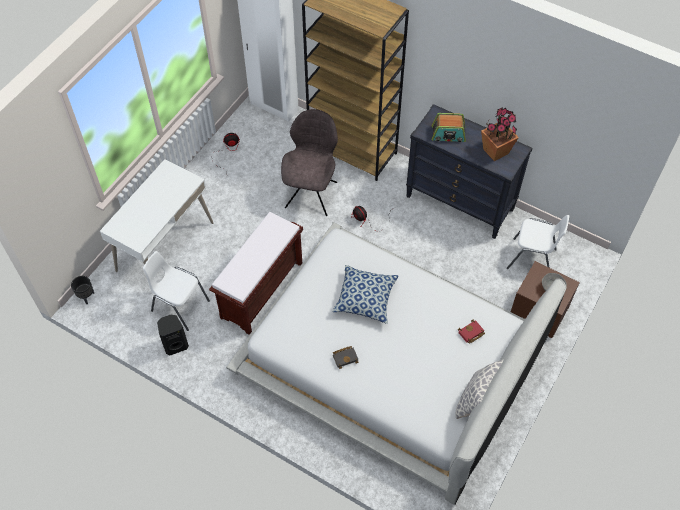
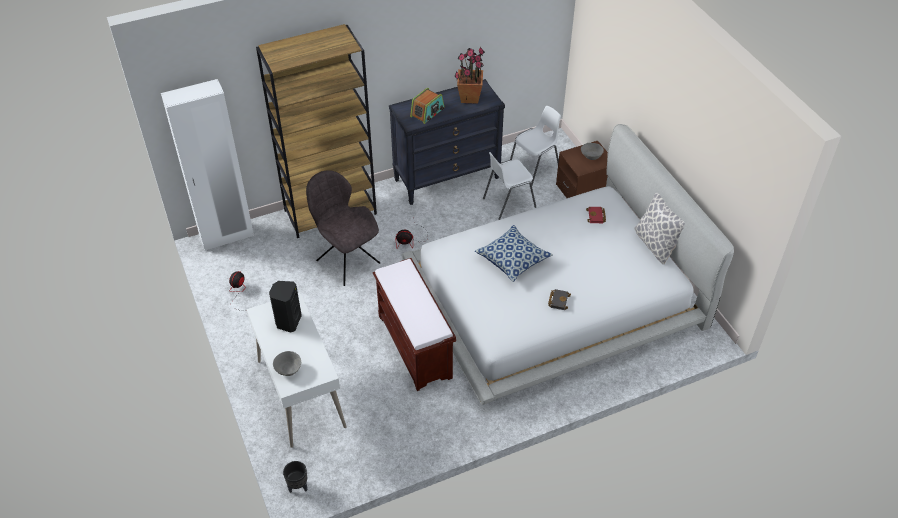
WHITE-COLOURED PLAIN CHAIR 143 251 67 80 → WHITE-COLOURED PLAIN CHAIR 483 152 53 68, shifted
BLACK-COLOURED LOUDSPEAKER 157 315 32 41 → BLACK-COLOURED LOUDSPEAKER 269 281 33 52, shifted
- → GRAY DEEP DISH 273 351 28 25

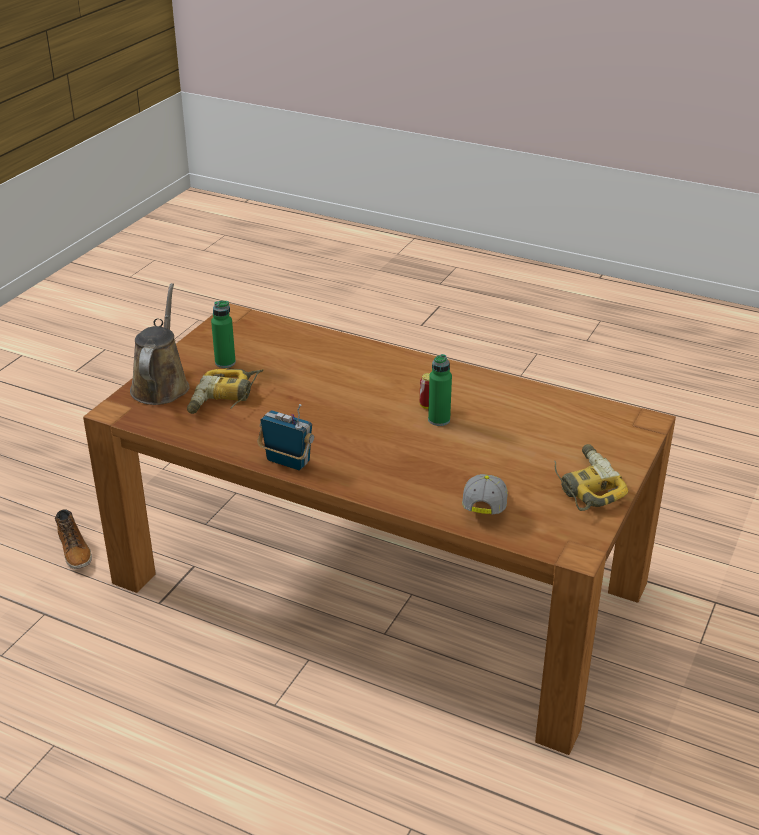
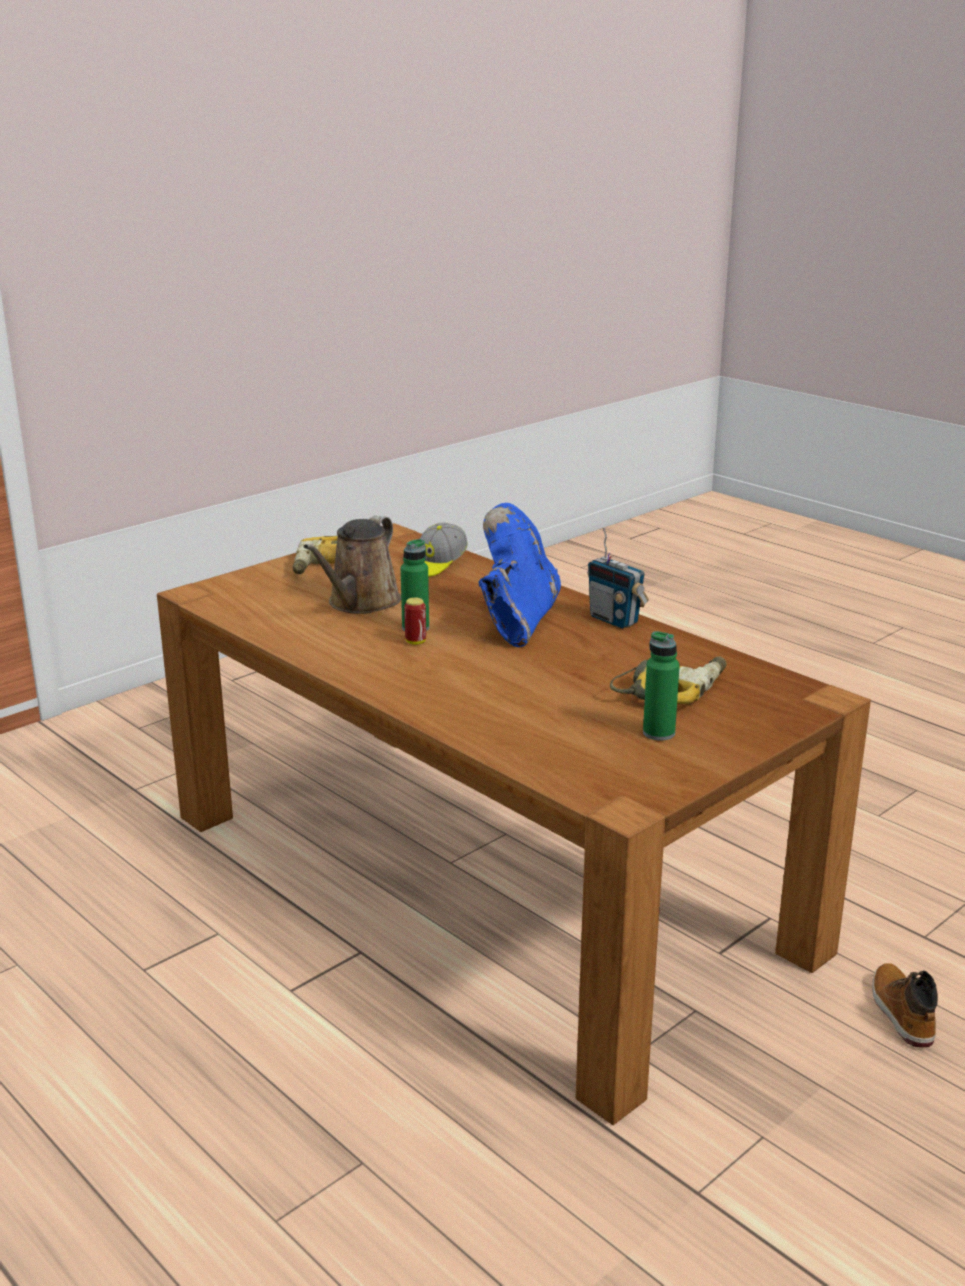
BROWN-COLOURED WATERING POT 130 283 60 122 → BROWN-COLOURED WATERING POT 303 516 98 98, shifted
- → BLUE-COLOURED BOOT 479 503 82 144

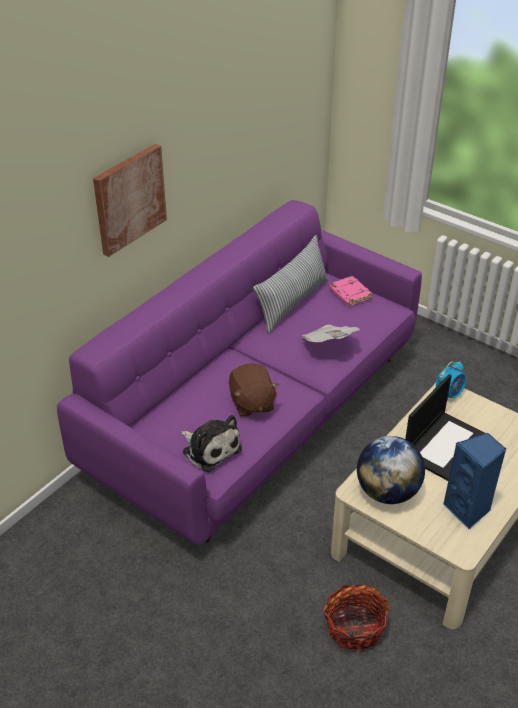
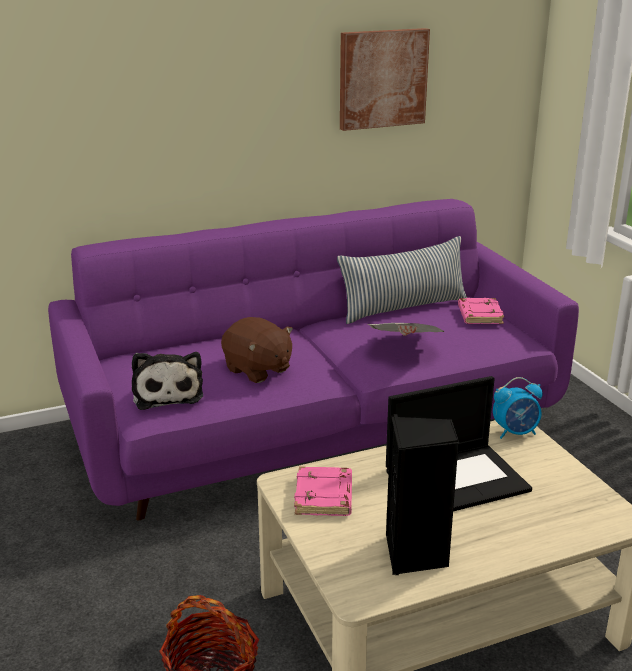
PICTURE 93 143 74 114 → PICTURE 340 28 90 103, shifted
BROWN-COLOURED SOFT TOY 229 363 50 54 → BROWN-COLOURED SOFT TOY 221 317 72 66, 60 degrees counterclockwise
WORLD GLOBE 357 436 68 68 → PINK-COLOURED VOLUME 294 466 58 50
BLUE-COLOURED LOUDSPEAKER 443 433 63 96 → BLACK-COLOURED LOUDSPEAKER 386 414 73 161

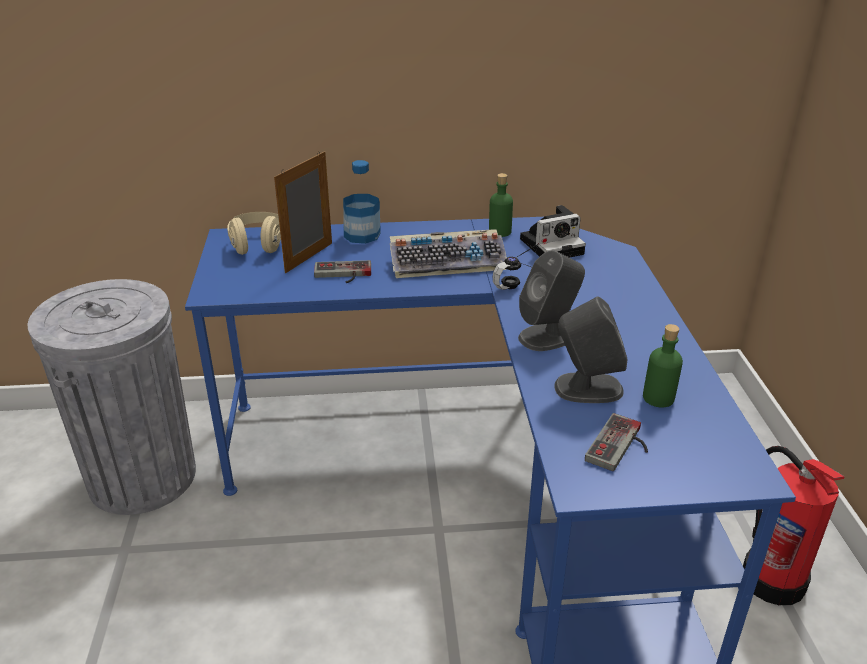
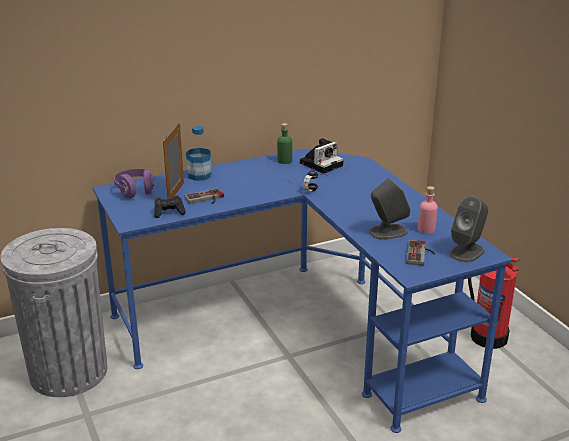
BEIGE HEADSET 227 212 54 43 → PURPLISH HEADSET 114 169 40 30
COMPUTER KEYBOARD 390 229 117 49 → -
GRAY LOUDSPEAKER 518 250 67 101 → GRAY LOUDSPEAKER 449 196 39 66, shifted
GREEN-COLOURED BOTTLE 643 324 40 83 → PINK-COLOURED BOTTLE 418 186 20 48
- → BLACK-COLOURED JOYPAD 154 196 32 22

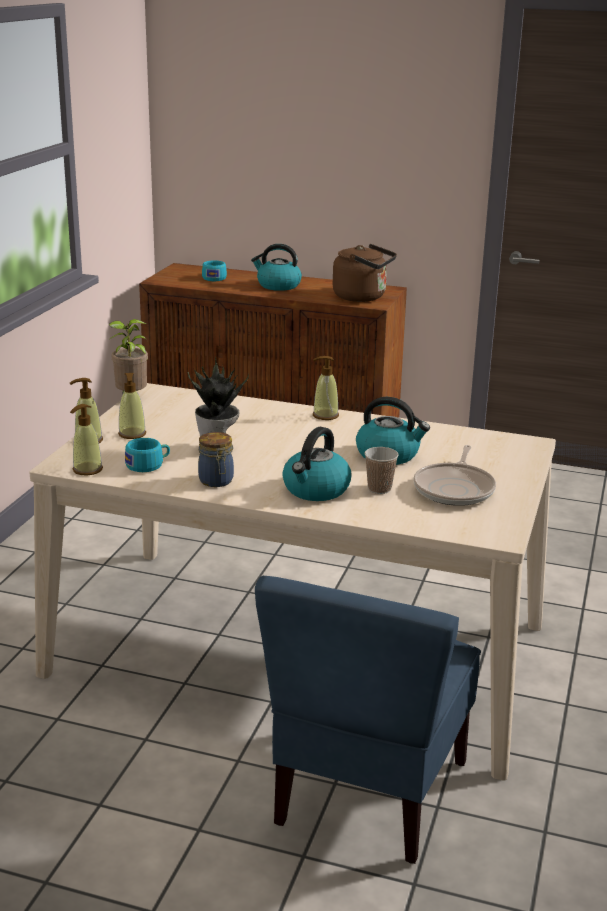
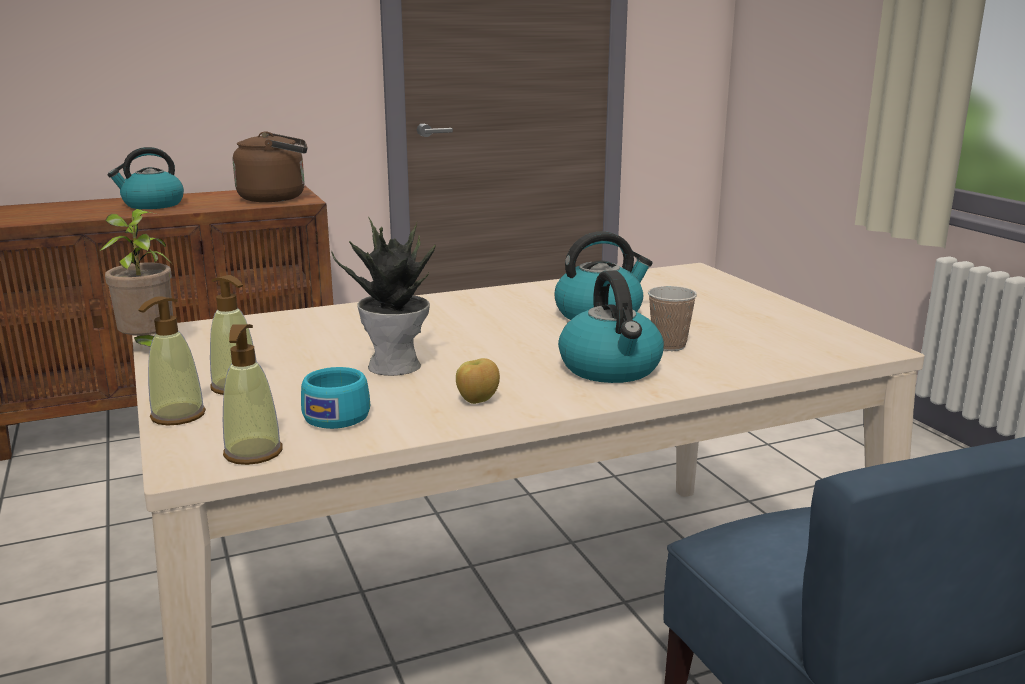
JAR 198 432 36 55 → APPLE 456 358 44 46
BLUE-GREEN CUP 202 260 25 21 → -
LIQUID SOAP BOTTLE 313 356 26 64 → -
PAN 413 445 83 61 → -

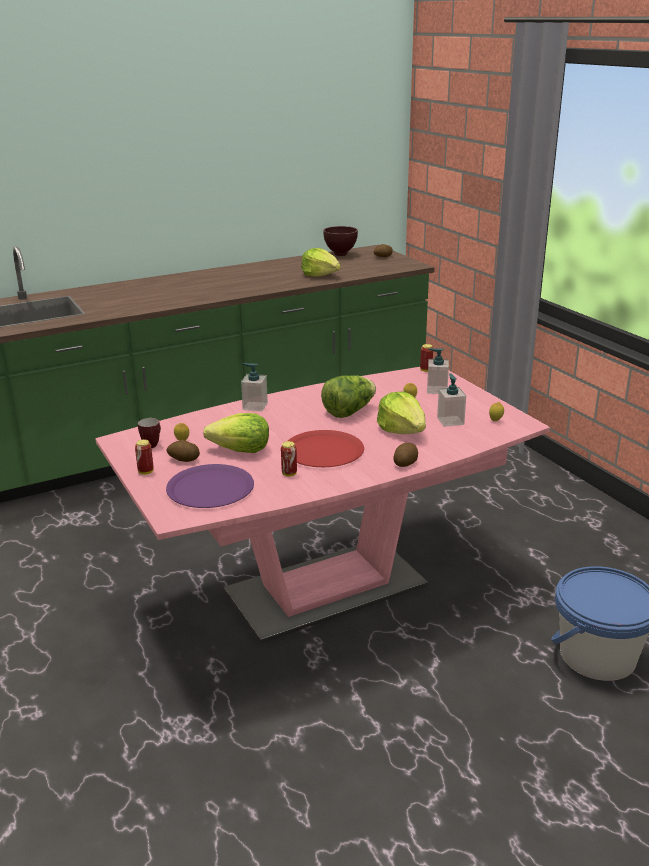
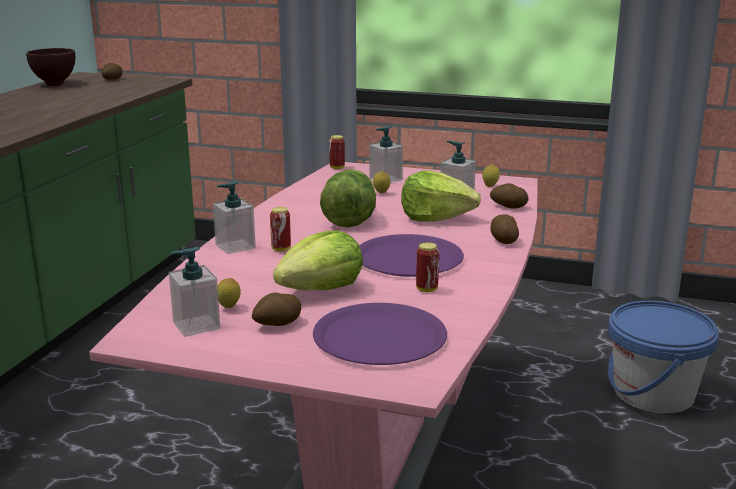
METAL CAN 135 440 19 34 → METAL CAN 270 207 21 45, shifted
MUG 138 418 23 30 → LIQUID SOAP BOTTLE 169 247 51 90
RED FLAT DISH 288 430 76 37 → PURPLISH FLAT DISH 359 234 105 43
LETTUCE 301 248 40 29 → -
- → WHOLE POTATO 490 183 39 25

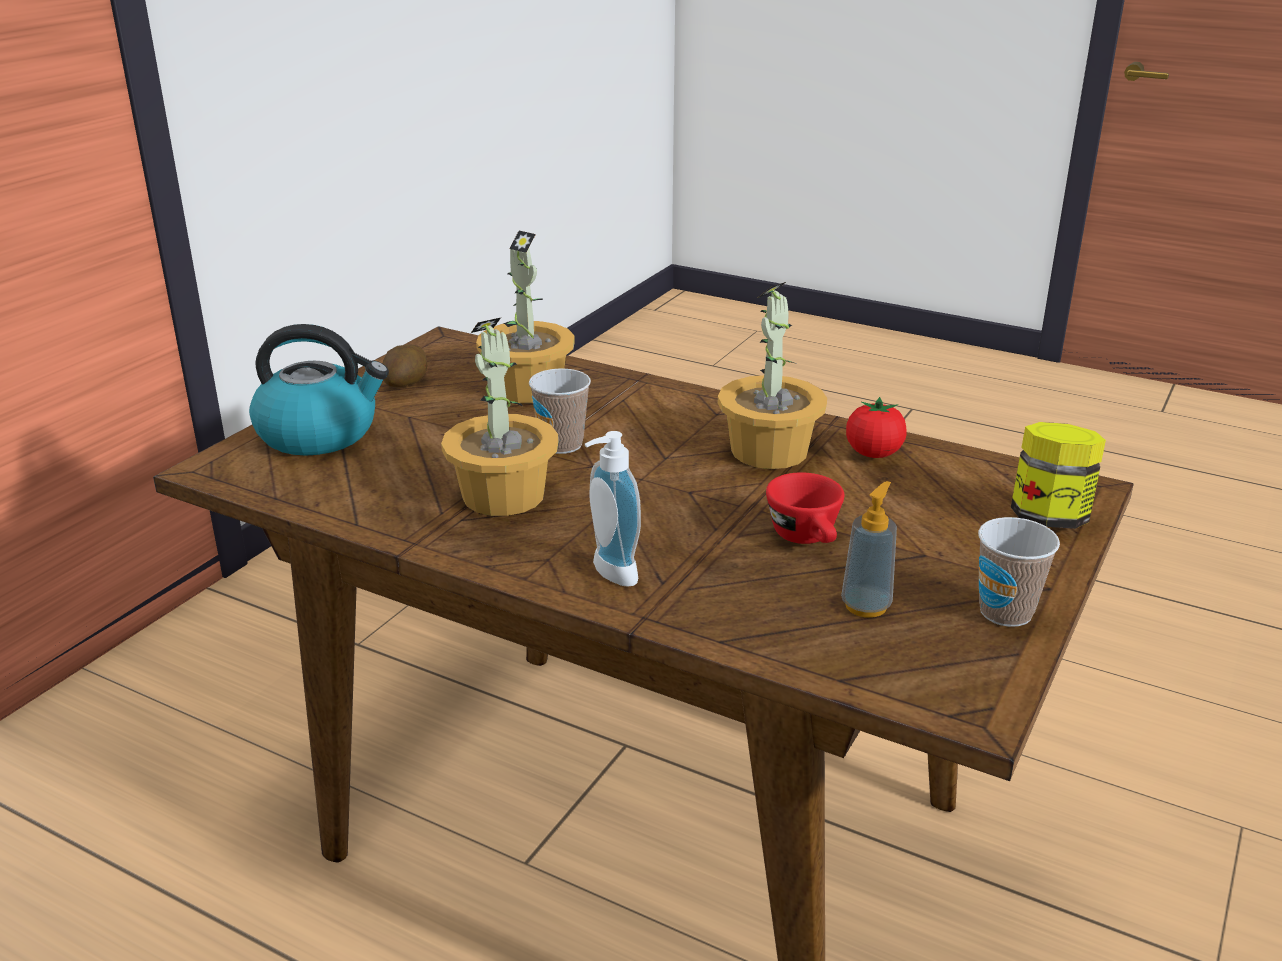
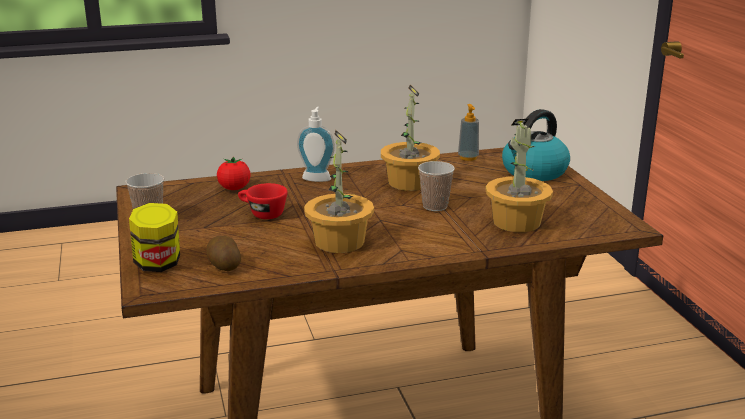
WHOLE POTATO 383 345 44 42 → WHOLE POTATO 207 236 34 35, shifted
LIQUID SOAP BOTTLE 841 481 56 137 → LIQUID SOAP BOTTLE 458 104 21 57, shifted
FRESH TOMATO 846 397 61 61 → FRESH TOMATO 217 156 34 34, shifted

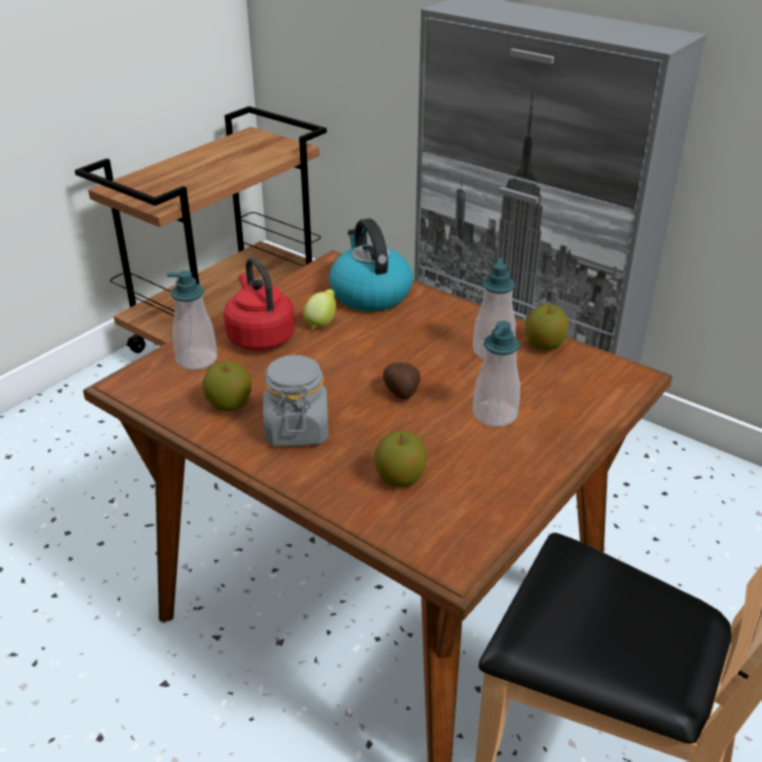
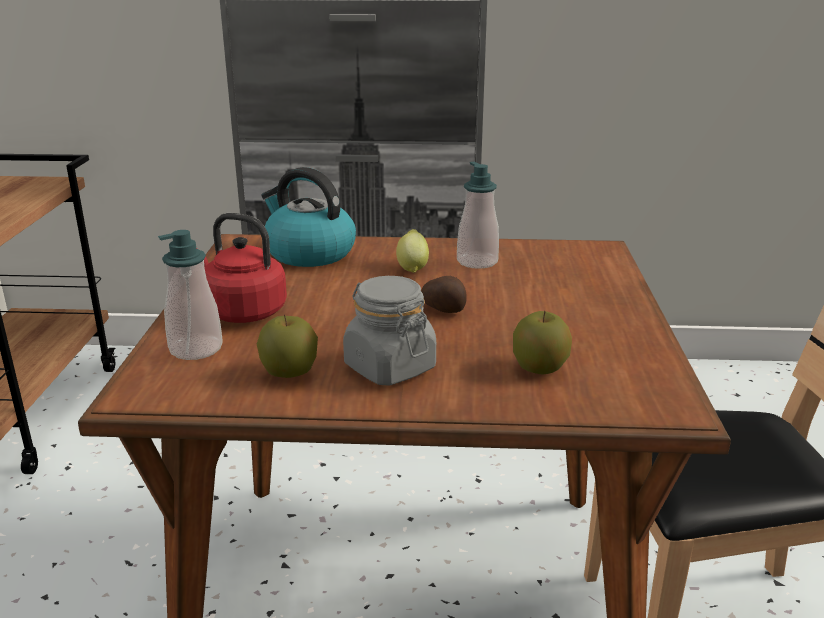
CITRUS FRUIT 304 289 32 40 → CITRUS FRUIT 396 229 33 44, shifted
LIQUID SOAP BOTTLE 473 321 47 106 → -
APPLE 525 304 44 46 → -

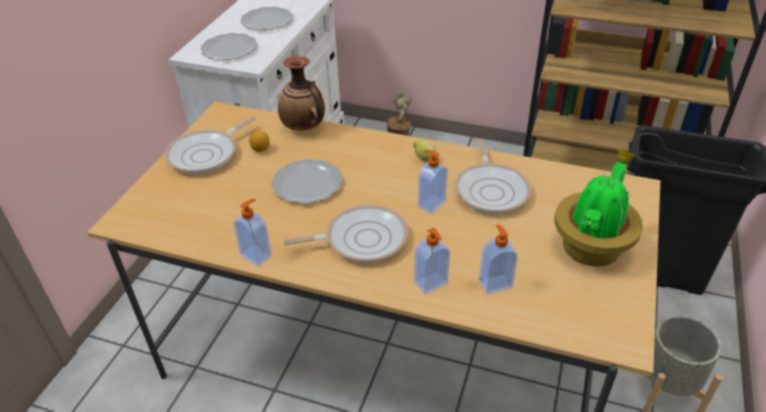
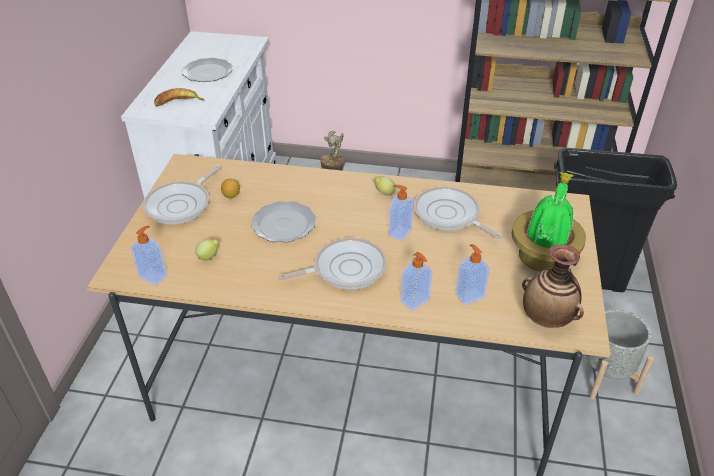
FLAT DISH 200 33 58 27 → BANANA FRUIT 154 88 50 19
LIQUID SOAP BOTTLE 233 199 39 68 → LIQUID SOAP BOTTLE 131 226 36 60, shifted
DECORATIVE VASE 278 56 47 74 → DECORATIVE VASE 522 244 62 84, shifted
PAN 455 139 76 75 → PAN 414 186 87 53, 150 degrees clockwise
- → CITRUS FRUIT 195 239 25 21

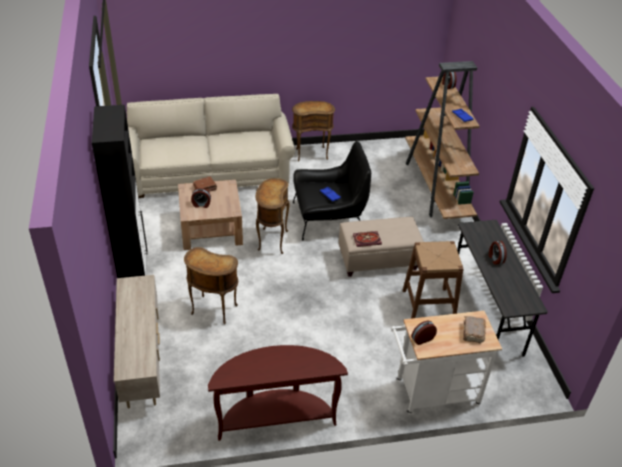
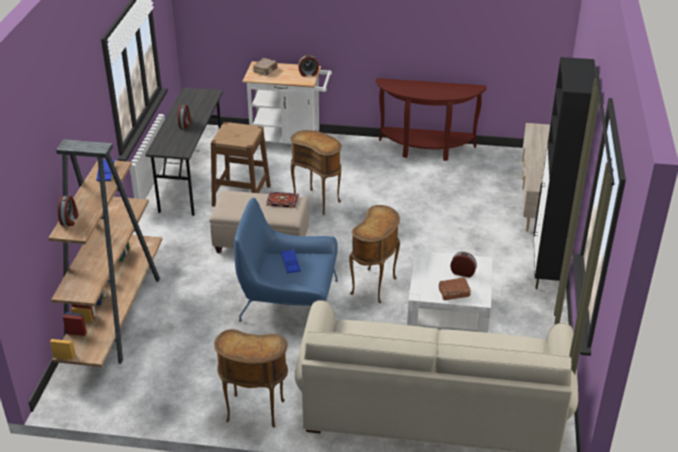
BROWN-COLOURED COFFEE TABLE 178 180 65 70 → WHITE-COLOURED COFFEE TABLE 407 251 85 82
BROWN-COLOURED END TABLE 184 247 54 77 → BROWN-COLOURED END TABLE 290 130 52 85, shifted
BLACK-COLOURED EASY CHAIR 293 141 78 99 → BLUE-COLOURED EASY CHAIR 234 198 104 124

